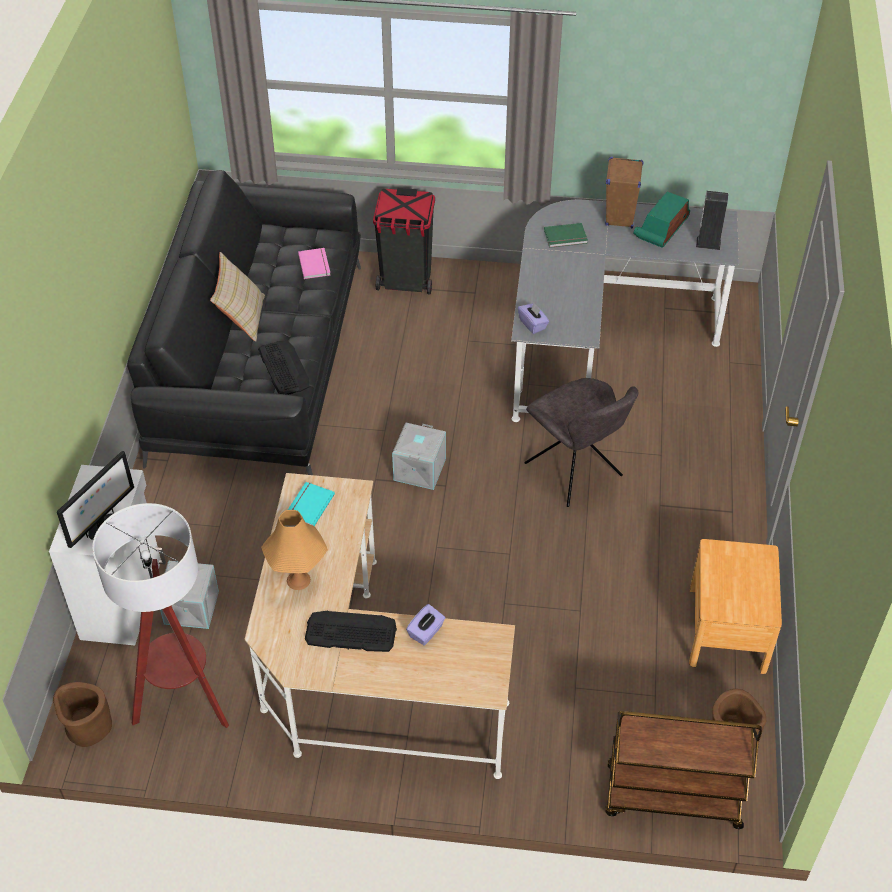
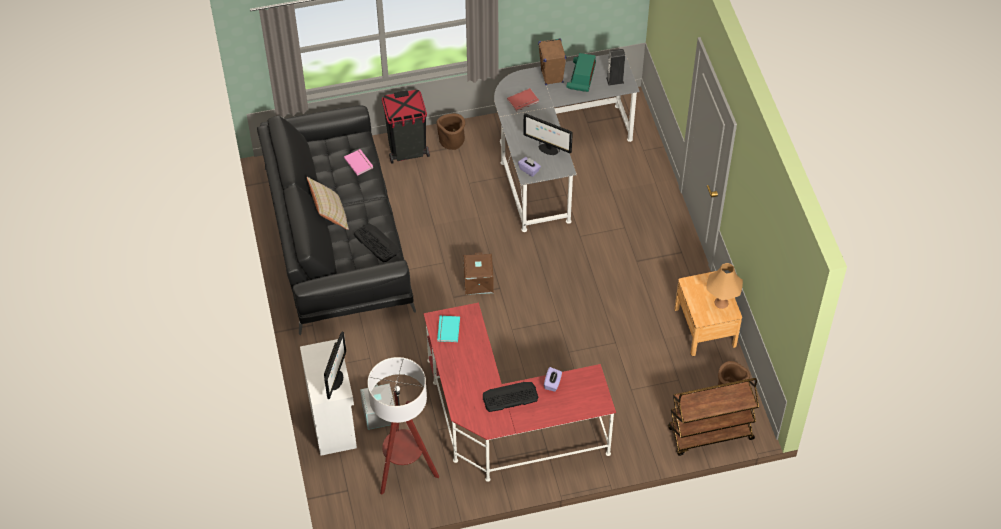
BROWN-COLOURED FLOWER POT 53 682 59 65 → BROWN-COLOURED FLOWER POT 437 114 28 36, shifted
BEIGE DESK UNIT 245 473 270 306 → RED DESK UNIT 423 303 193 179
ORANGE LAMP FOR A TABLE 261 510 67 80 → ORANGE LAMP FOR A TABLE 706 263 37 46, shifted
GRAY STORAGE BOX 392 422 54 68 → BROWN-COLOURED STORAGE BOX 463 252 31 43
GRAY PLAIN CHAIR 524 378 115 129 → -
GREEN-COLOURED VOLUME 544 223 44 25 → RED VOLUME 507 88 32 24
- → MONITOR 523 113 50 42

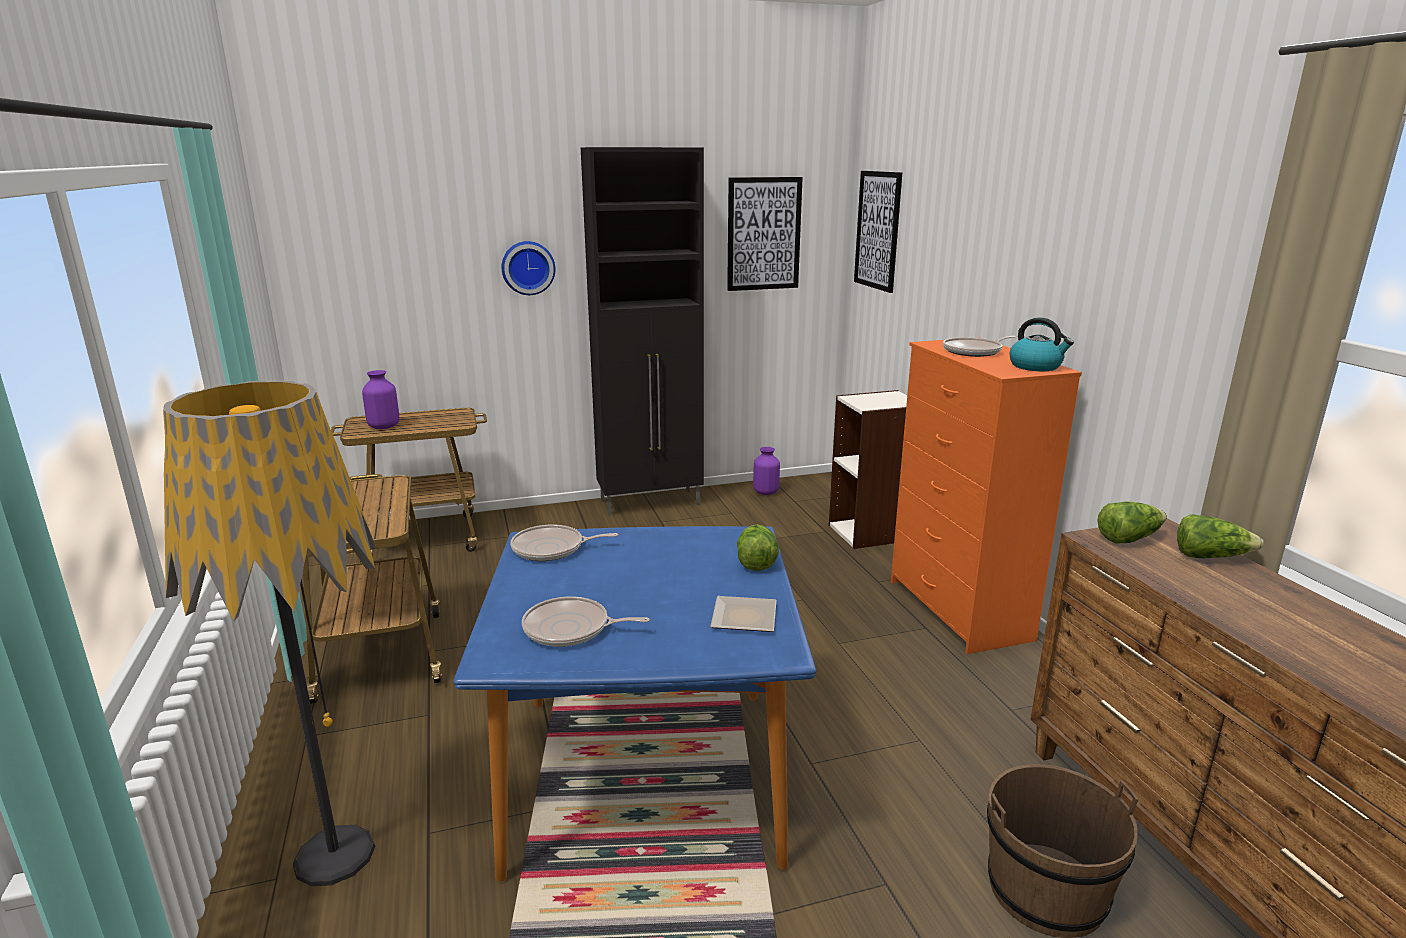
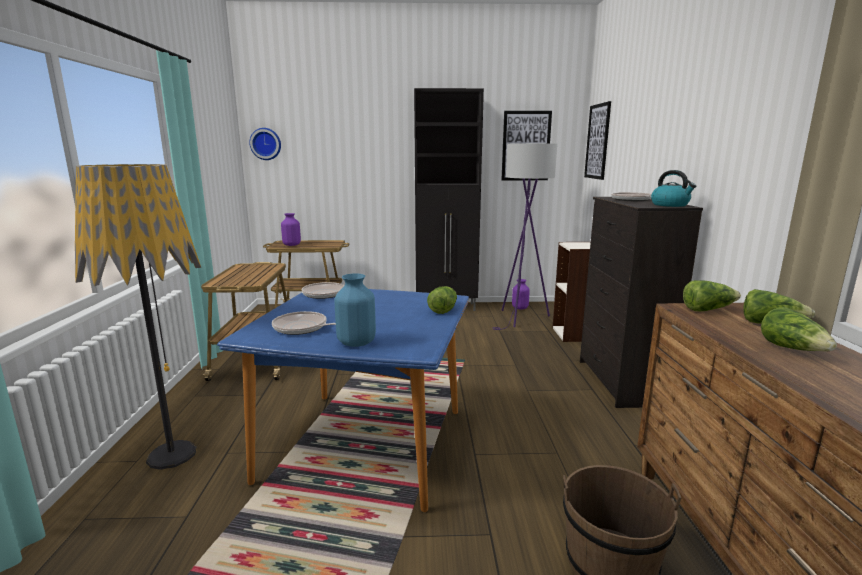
WALL CLOCK 502 241 53 54 → WALL CLOCK 249 128 32 32, shifted
FLAT DISH 710 596 66 36 → -
ORANGE DRESSER 891 337 191 317 → BLACK-COLOURED DRESSER 580 197 123 211
- → BLUE-COLOURED DECORATIVE VASE 335 274 41 73
- → PURPLISH STANDARD LAMP 493 143 64 187
- → LETTUCE 761 307 76 45

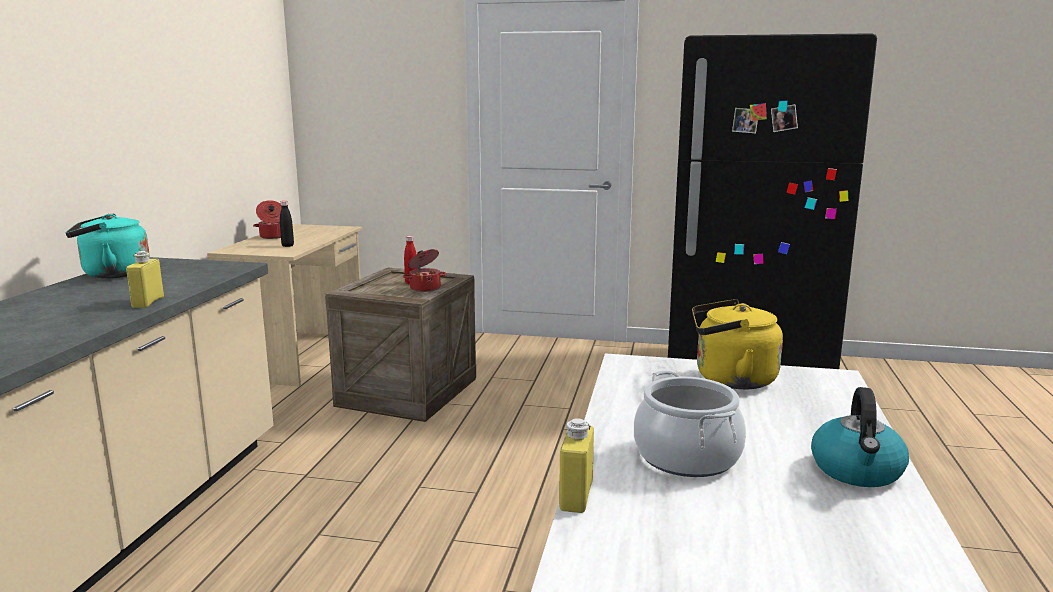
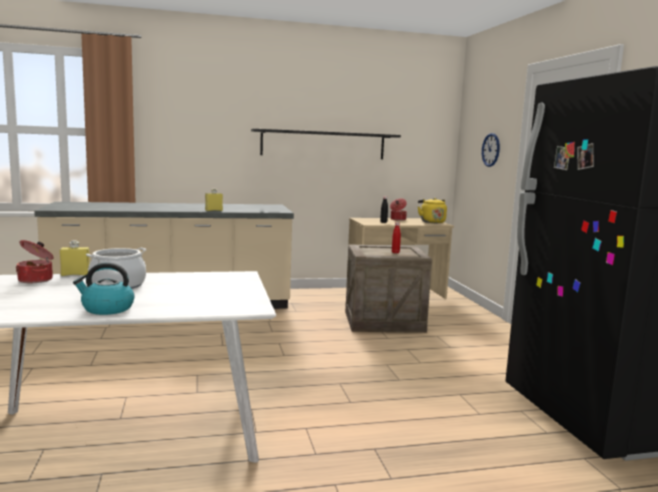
BLUE-GREEN TEA KETTLE 65 214 85 64 → -
SAUCEPOT 403 249 44 43 → SAUCEPOT 16 240 38 43, shifted
YELLOW TEA KETTLE 692 299 91 90 → YELLOW TEA KETTLE 418 198 29 25, shifted
- → BLACK-COLOURED WALL SHELF 251 129 150 30
- → WALL CLOCK 482 133 18 34

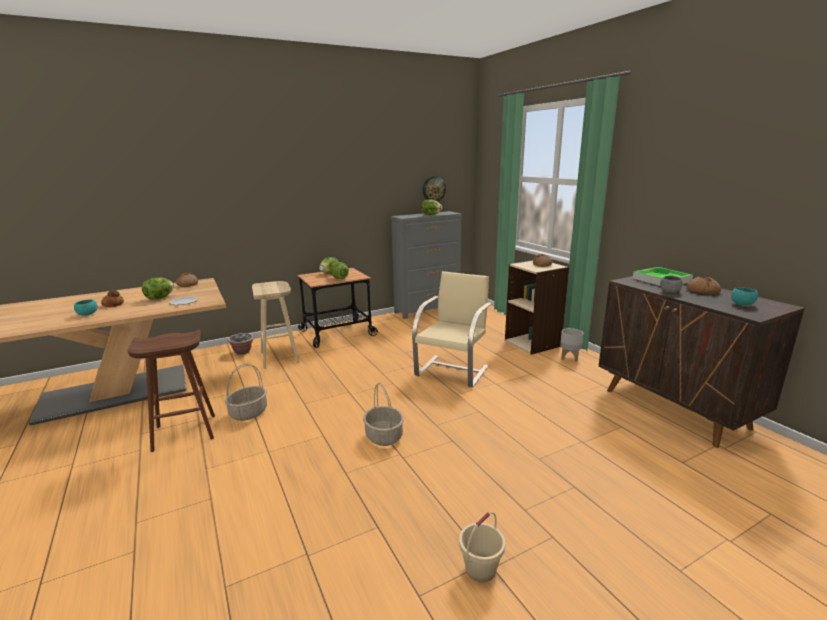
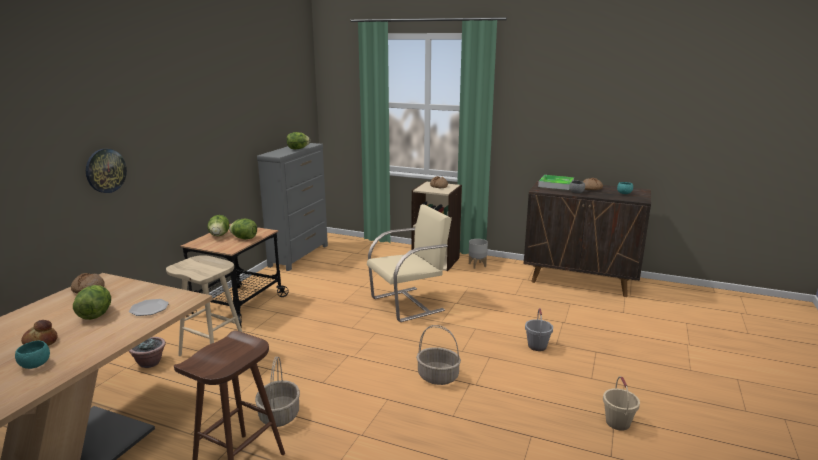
BEIGE PLAIN CHAIR 412 271 80 117 → BEIGE PLAIN CHAIR 367 204 85 118, 75 degrees clockwise
WALL CLOCK 423 176 23 26 → WALL CLOCK 86 149 41 44, shifted
- → GRAY BUCKET 525 308 28 43

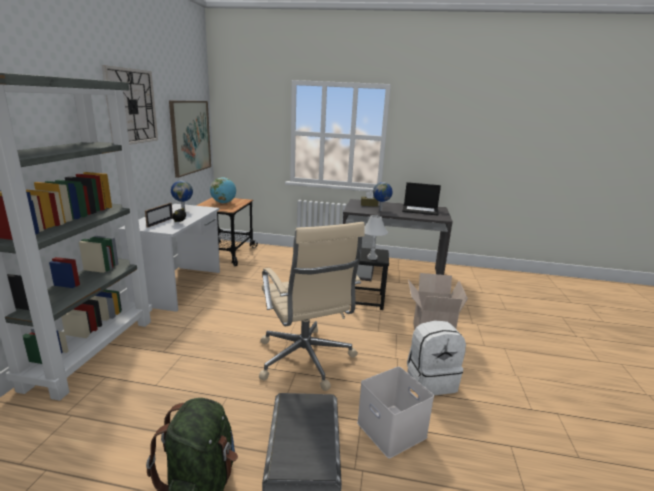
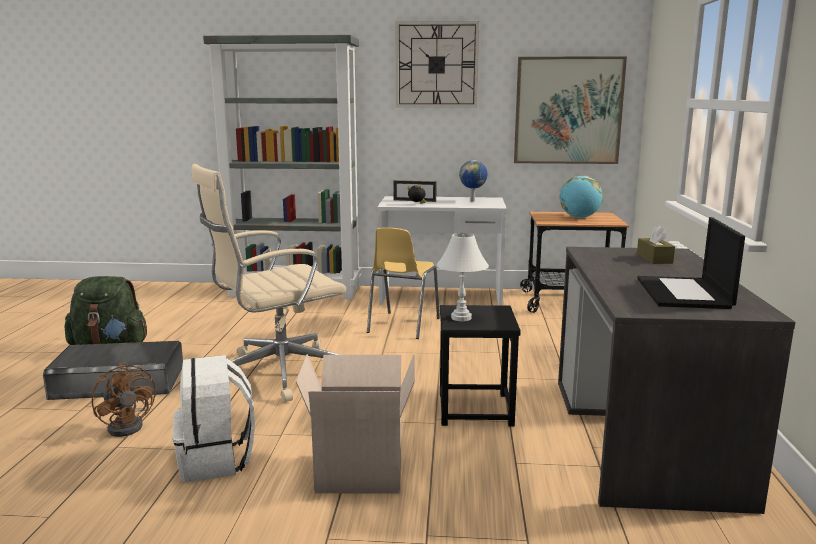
WHITE-COLOURED STORAGE BOX 357 367 77 92 → BROWN-COLOURED COOLING FAN 92 363 64 74
WORLD GLOBE 373 182 19 29 → -
- → YELLOW PLAIN CHAIR 367 227 73 112

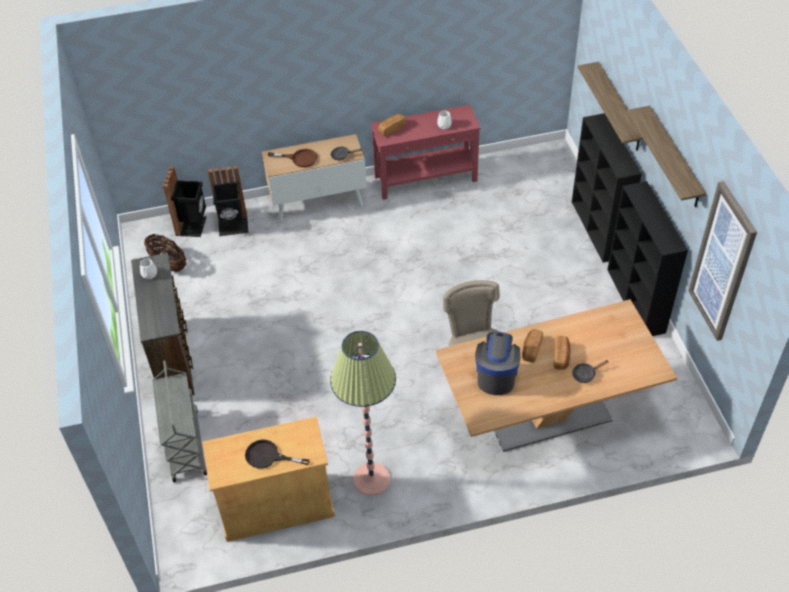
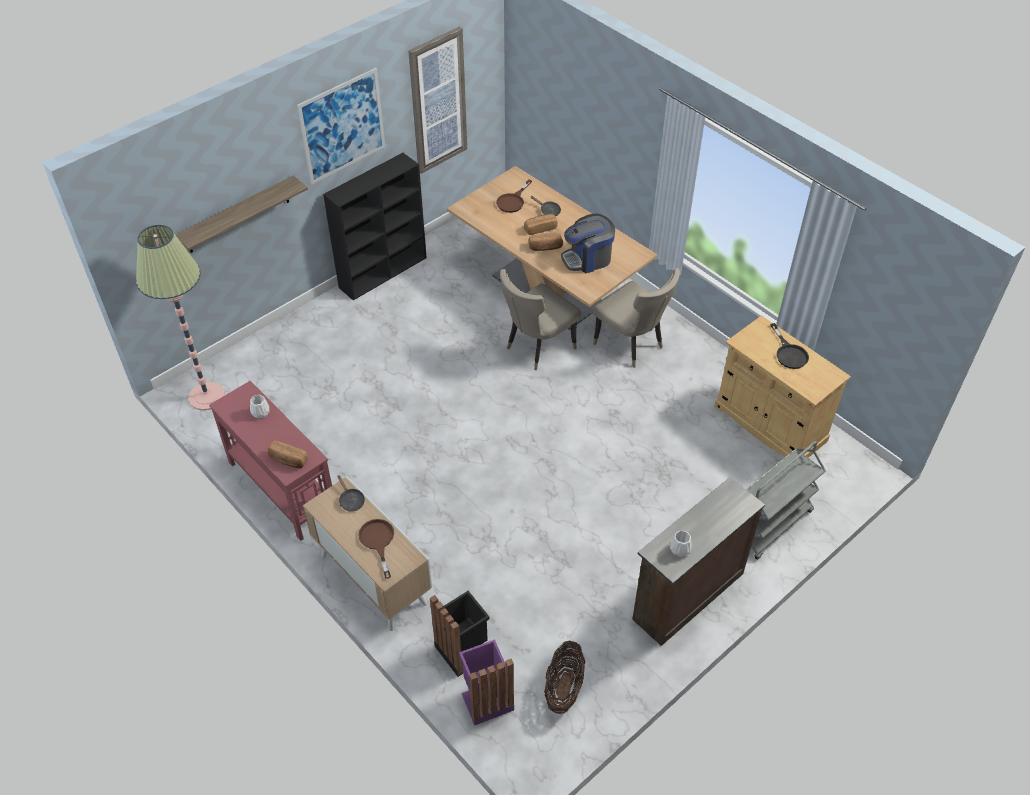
BLACK-COLOURED RUBBISH BIN 163 166 44 71 → PURPLISH RUBBISH BIN 459 639 55 87
STANDARD LAMP 330 331 66 165 → STANDARD LAMP 136 225 89 186, shifted
BLACK-COLOURED BOOKSHELF 572 113 70 150 → -
WALL SHELF 627 106 79 101 → PICTURE 297 68 88 117
- → BROWN-COLOURED PAN 496 179 36 34
- → BEIGE PLAIN CHAIR 592 268 88 100

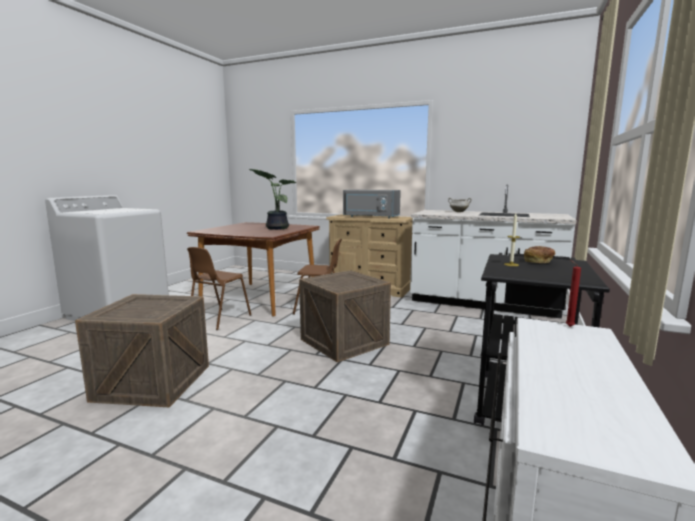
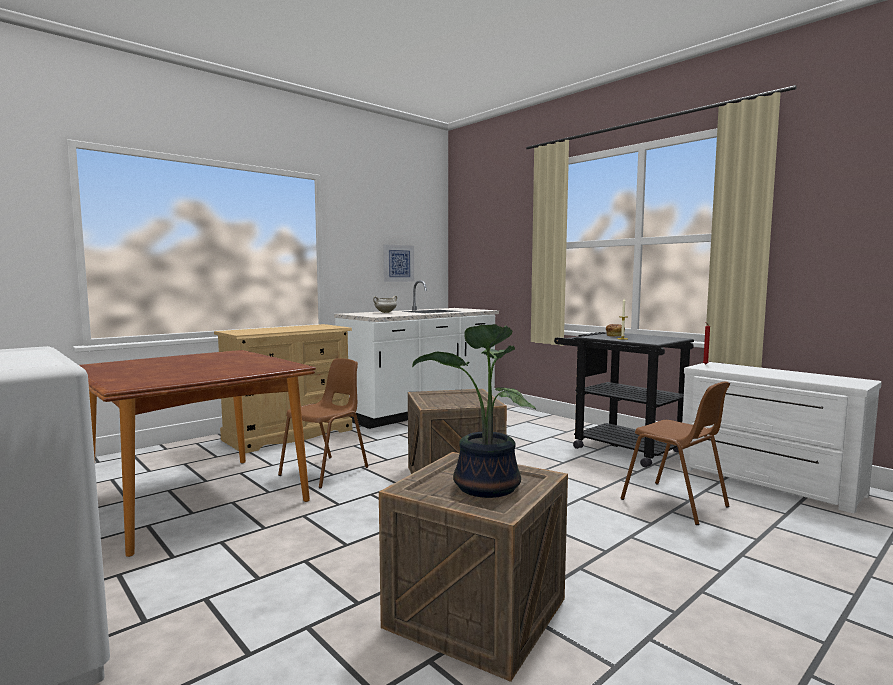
BROWN-COLOURED PLAIN CHAIR 187 247 64 83 → BROWN-COLOURED PLAIN CHAIR 621 382 109 143, shifted
POTTED PLANT 249 169 47 61 → POTTED PLANT 412 324 124 174, shifted
GRAY MICROWAVE 343 189 58 29 → -
- → PICTURE 383 244 31 38

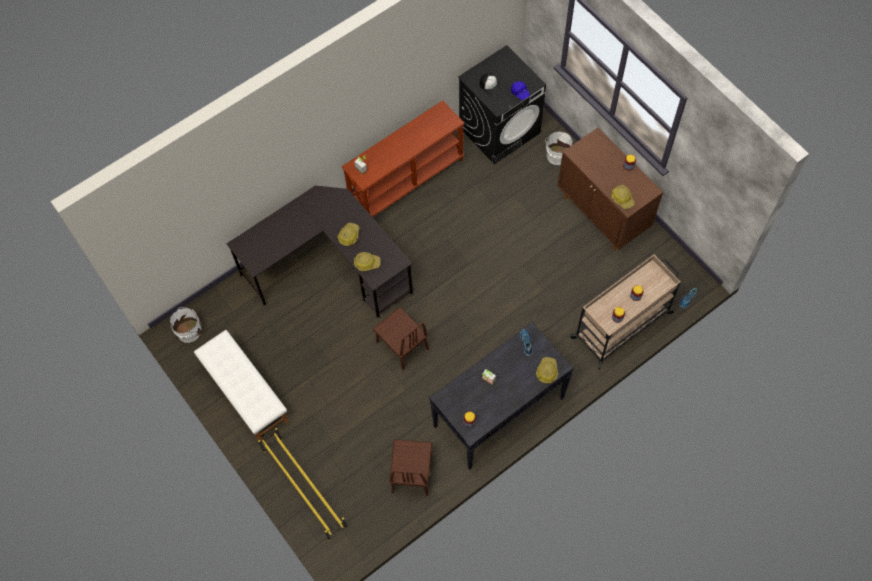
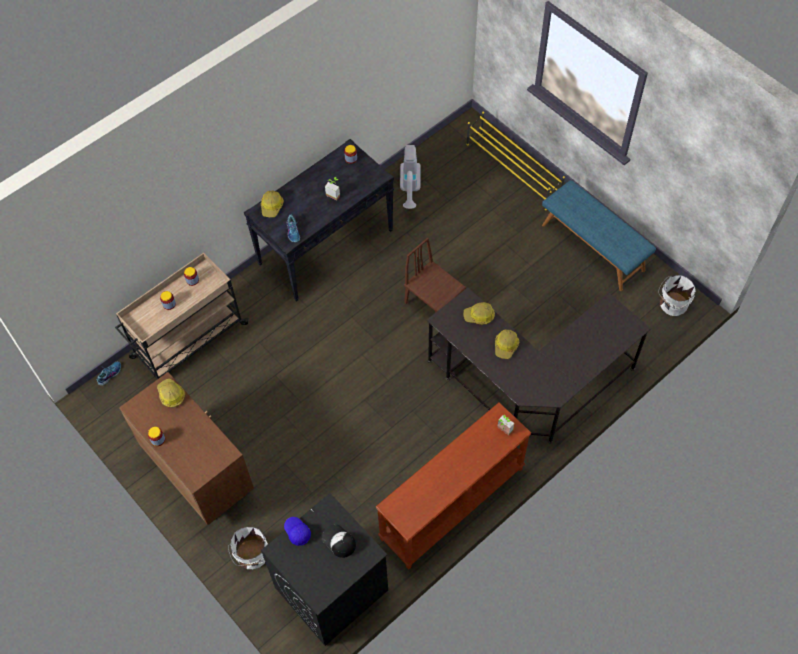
WHITE-COLOURED BENCH 194 330 95 112 → BLUE-COLOURED BENCH 542 180 114 111
BROWN-COLOURED PLAIN CHAIR 389 439 43 57 → VACUUM 400 145 21 64

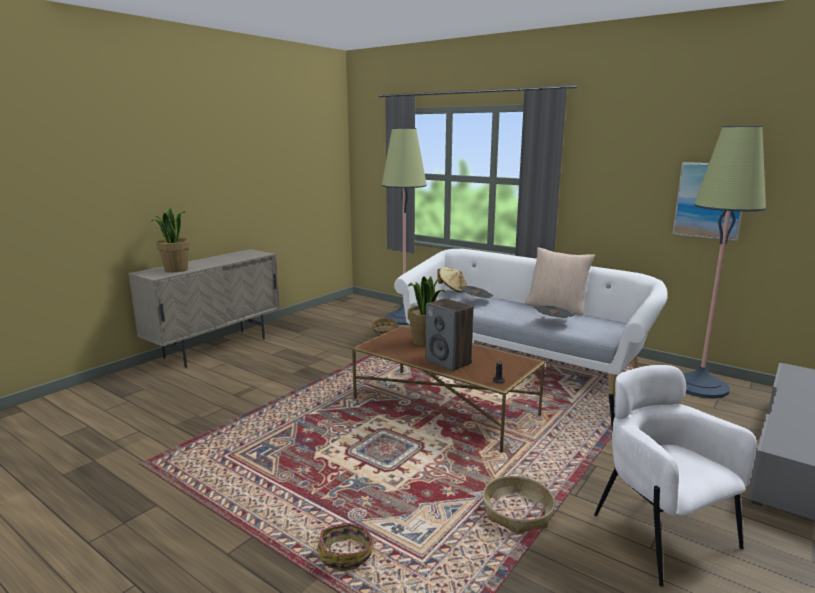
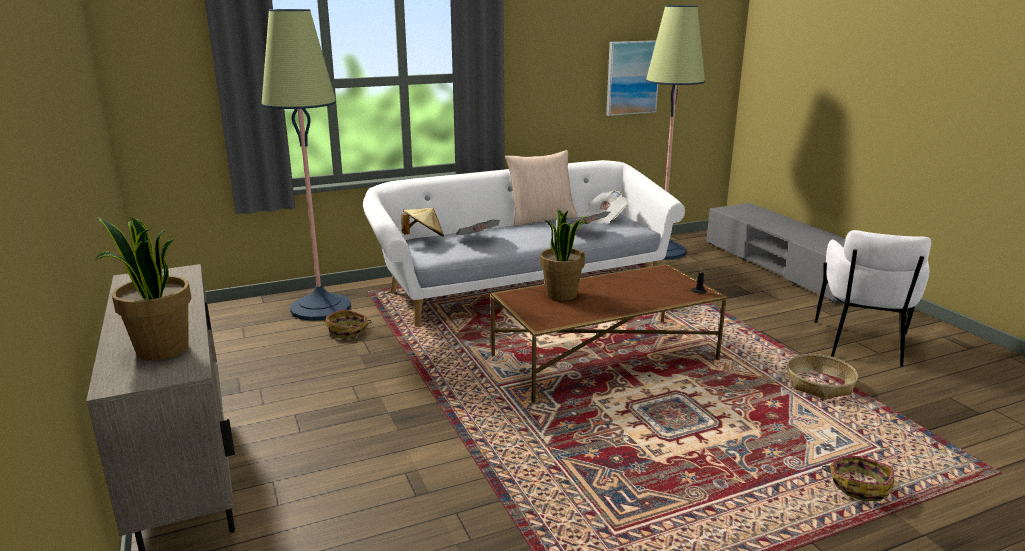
LOUDSPEAKER 425 298 49 73 → -
WHITE-COLOURED EASY CHAIR 594 365 163 222 → WHITE-COLOURED EASY CHAIR 814 230 117 137, 75 degrees counterclockwise
- → NEWSPAPER 586 191 42 33

